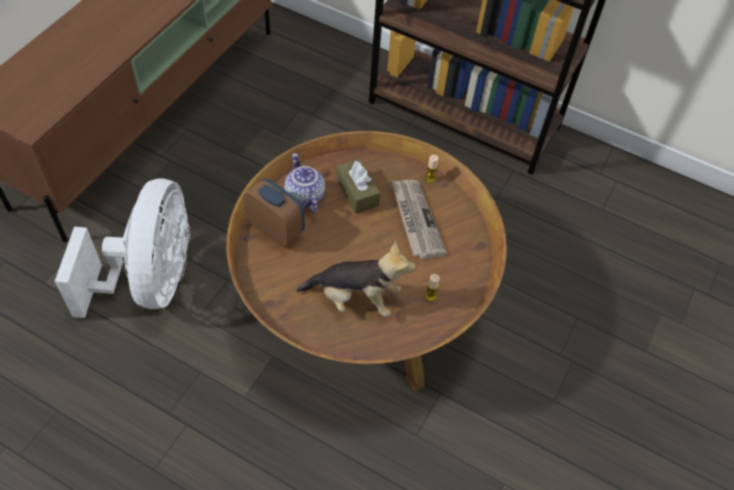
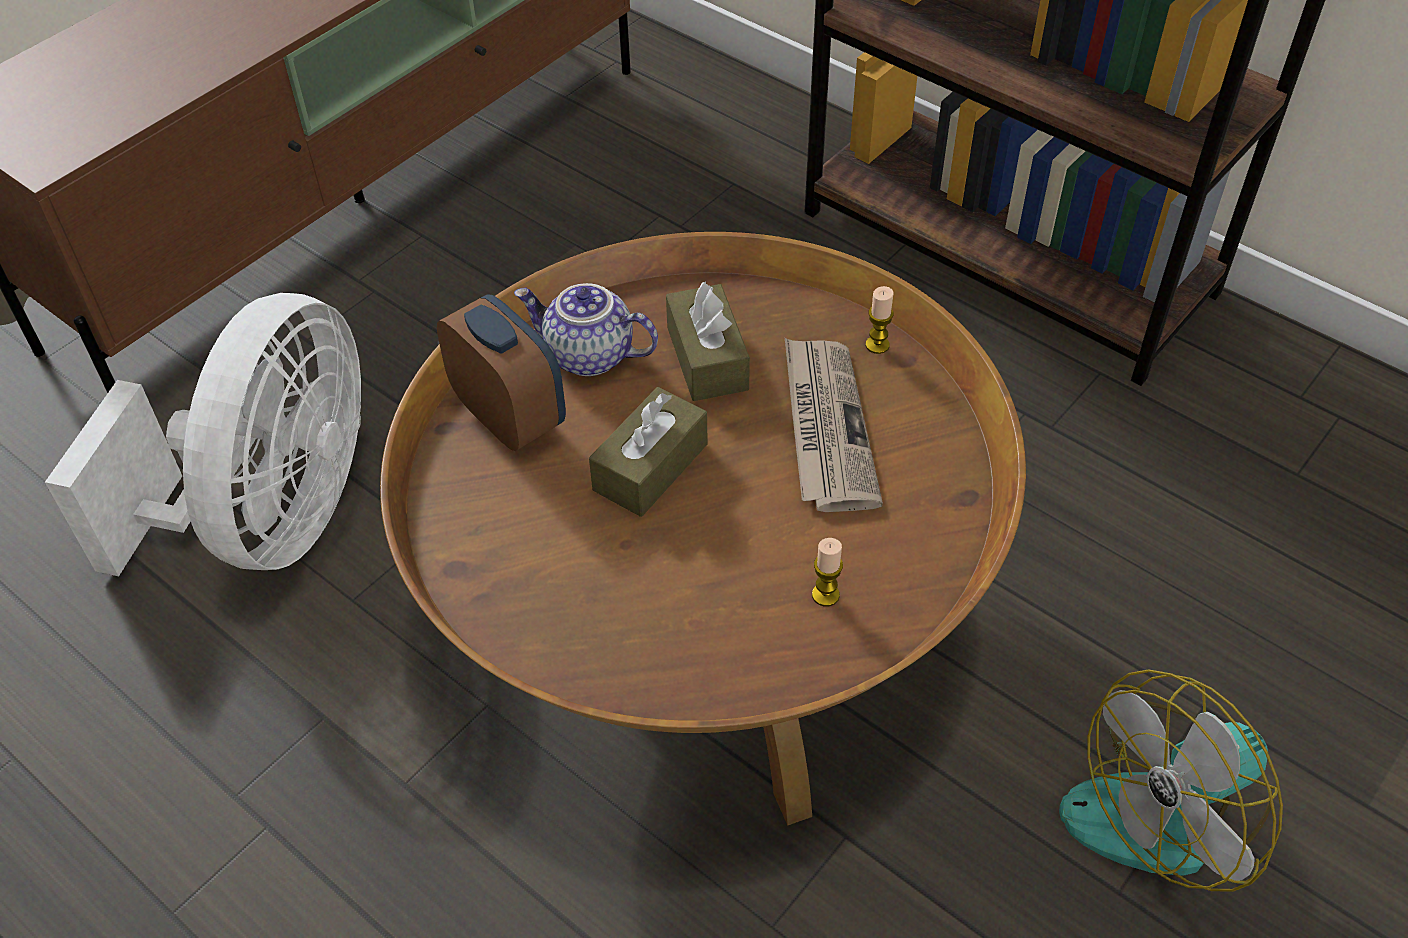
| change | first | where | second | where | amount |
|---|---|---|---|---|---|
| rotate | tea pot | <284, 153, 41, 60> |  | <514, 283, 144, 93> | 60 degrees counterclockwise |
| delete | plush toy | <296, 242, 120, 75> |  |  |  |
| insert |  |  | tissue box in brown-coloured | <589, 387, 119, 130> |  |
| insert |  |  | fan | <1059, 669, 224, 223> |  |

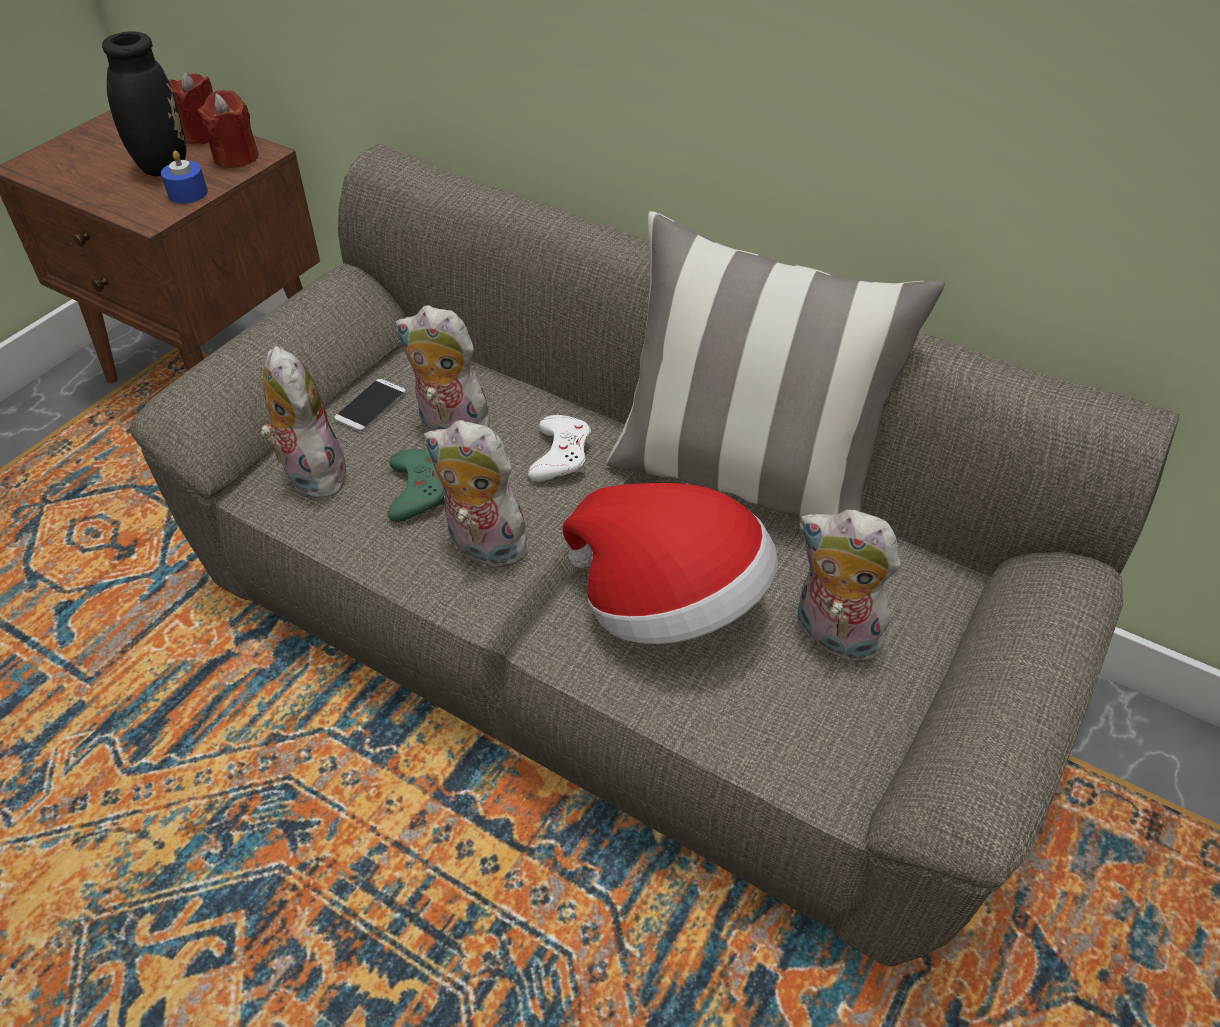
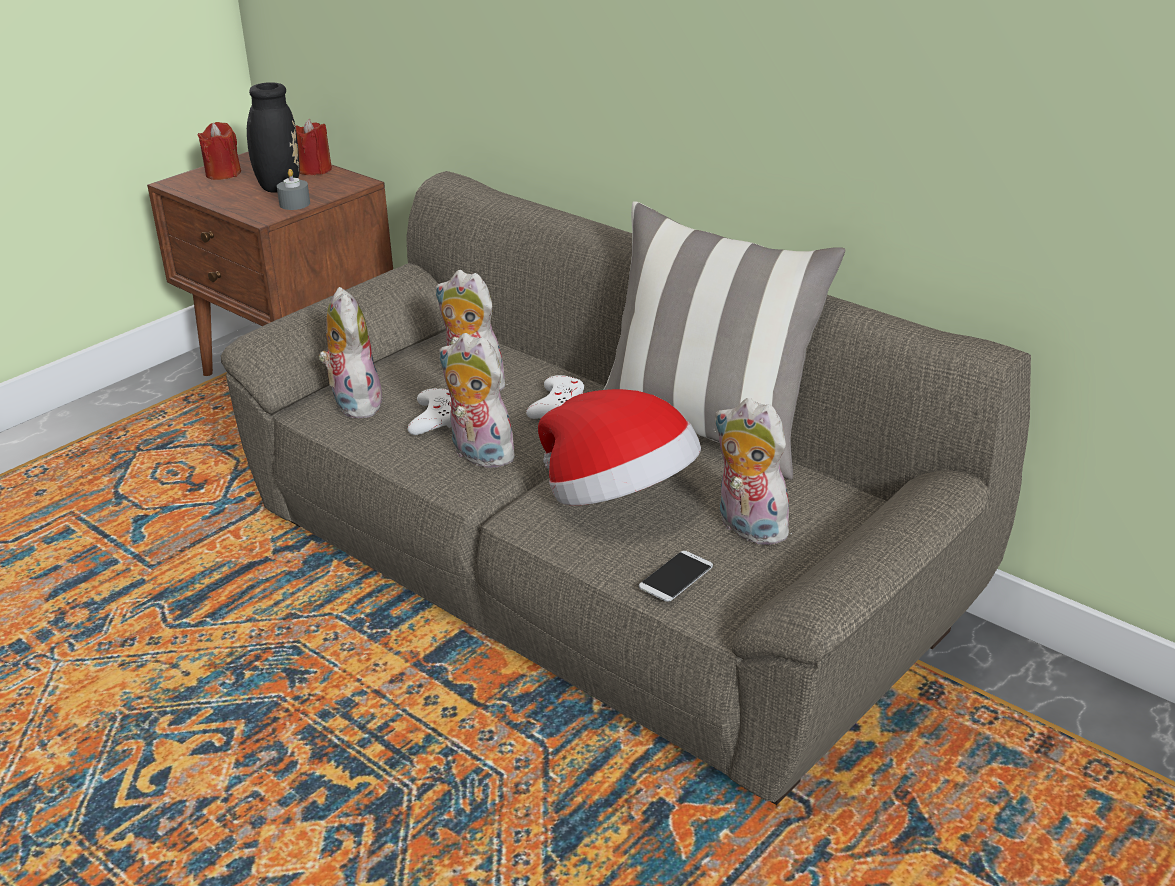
| change | first | where | second | where | amount |
|---|---|---|---|---|---|
| move | candle in reddish | <198, 90, 61, 78> |  | <197, 122, 44, 58> |  |
| recolor | candle in blue-coloured | <161, 151, 47, 52> | candle in greyish | <277, 169, 33, 41> |  |
| move | phone | <334, 379, 72, 52> |  | <639, 551, 74, 51> |  |
| recolor | joypad in greenish | <387, 449, 58, 73> | joypad in white | <408, 388, 44, 47> |  |

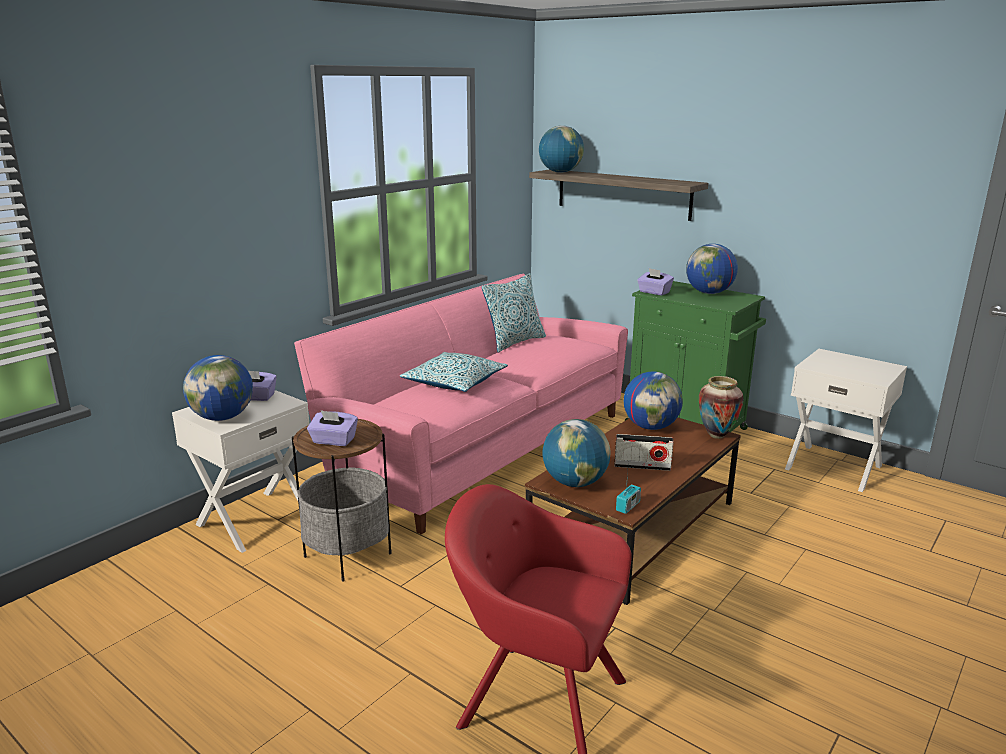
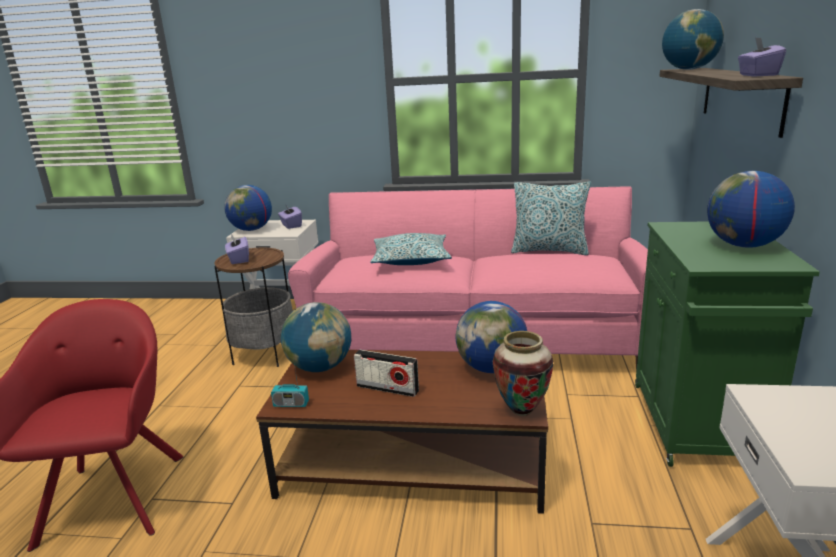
| change | first | where | second | where | amount |
|---|---|---|---|---|---|
| move | tissue box in purple | <637, 268, 37, 27> |  | <738, 38, 48, 39> |  |
| rotate | radio | <614, 434, 60, 37> |  | <354, 350, 65, 47> | 45 degrees counterclockwise |

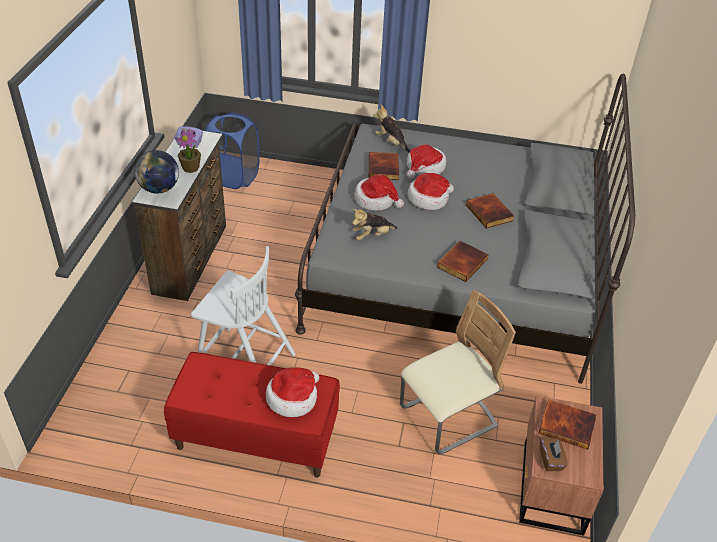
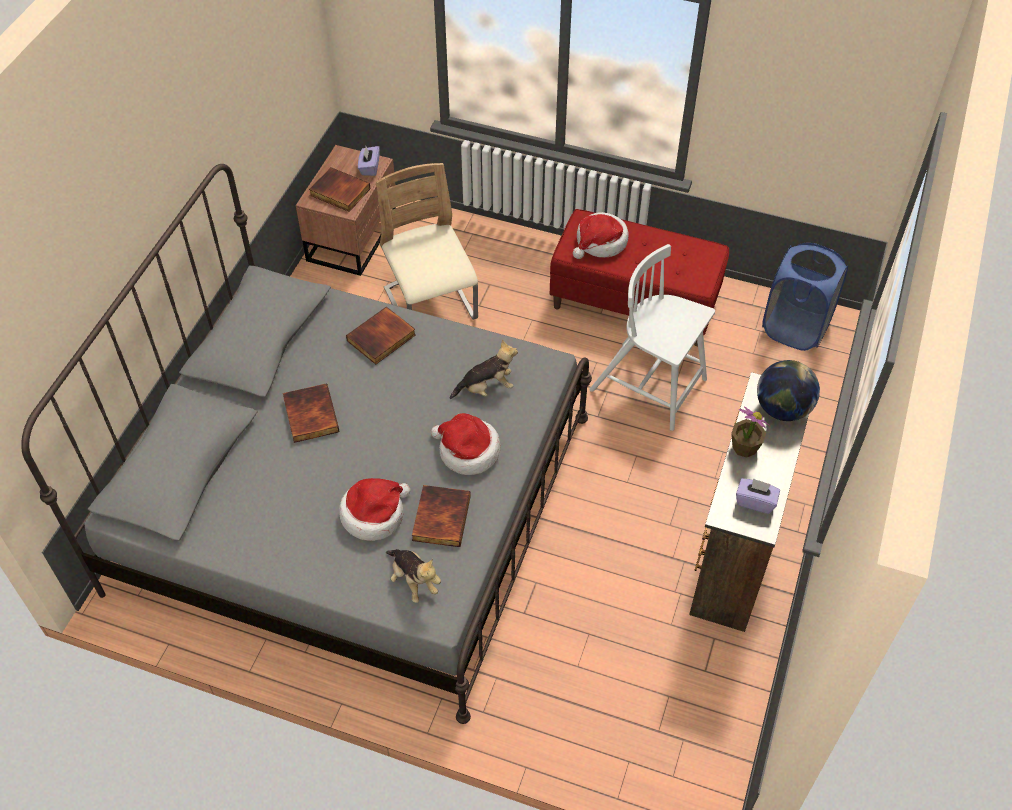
| change | first | where | second | where | amount |
|---|---|---|---|---|---|
| move | laundry basket in blue-coloured | <205, 113, 54, 76> |  | <762, 243, 86, 108> |  |
| delete | wearable hat | <408, 173, 46, 37> |  |  |  |
| rotate | plain chair in beige-coloured | <400, 290, 116, 165> |  | <376, 163, 102, 157> | 90 degrees clockwise |
| recolor | tissue box in brown-coloured | <540, 437, 28, 34> | tissue box in purple | <358, 146, 22, 30> |  |

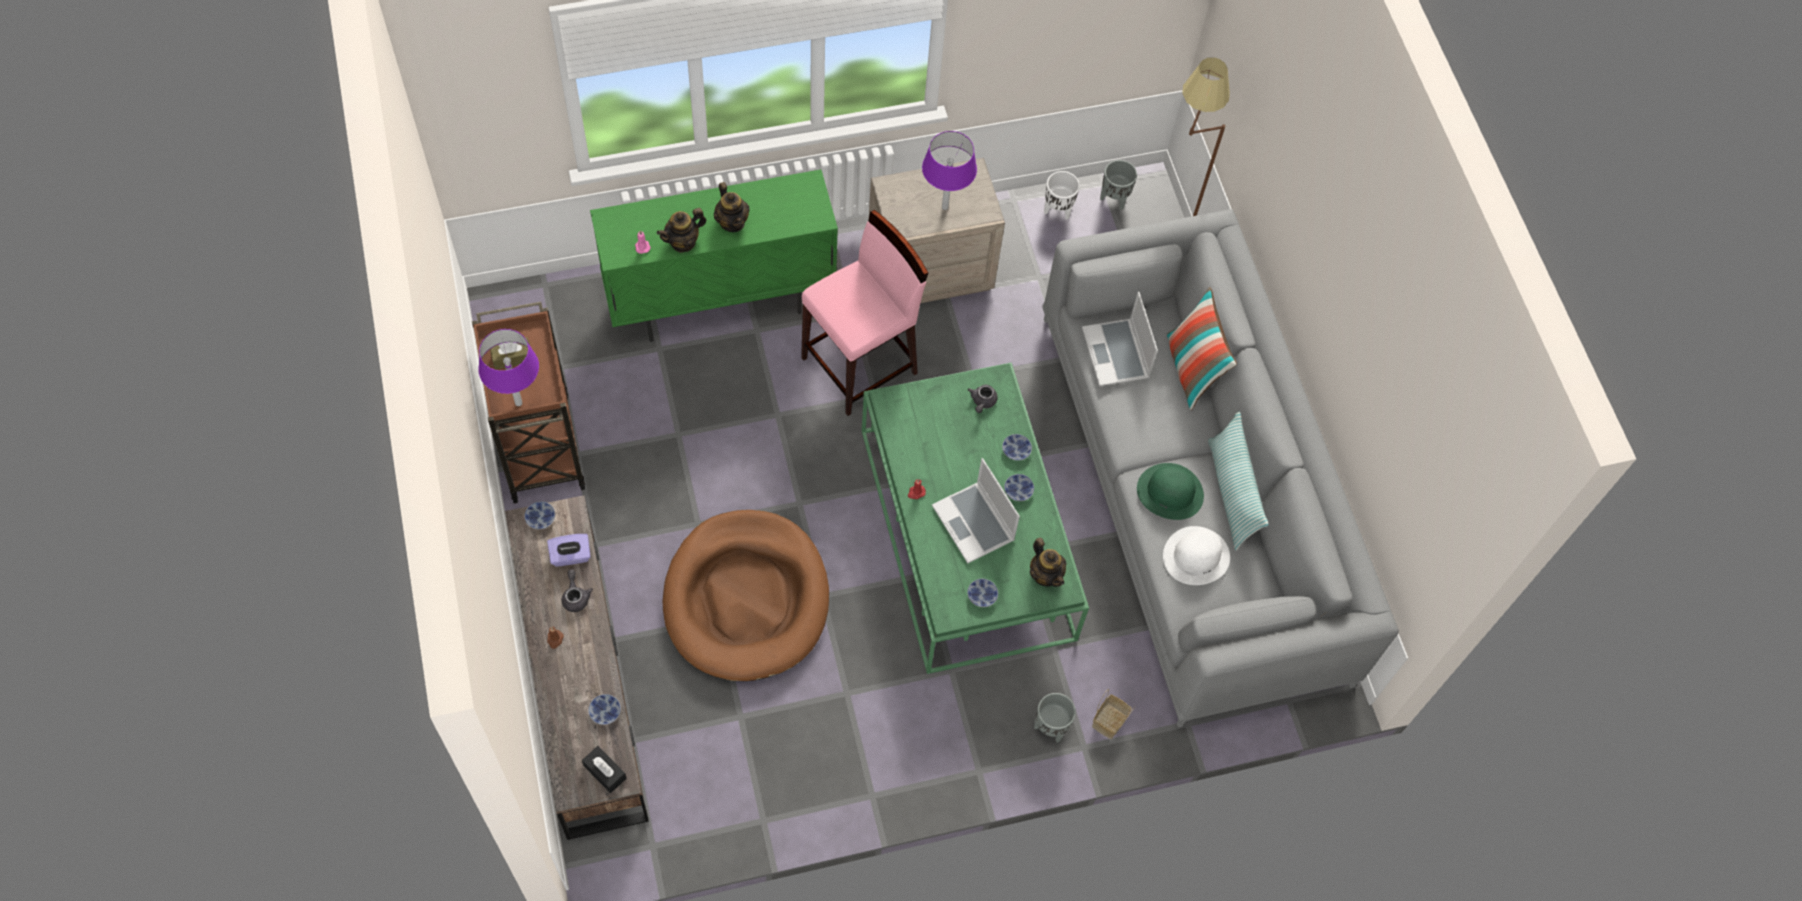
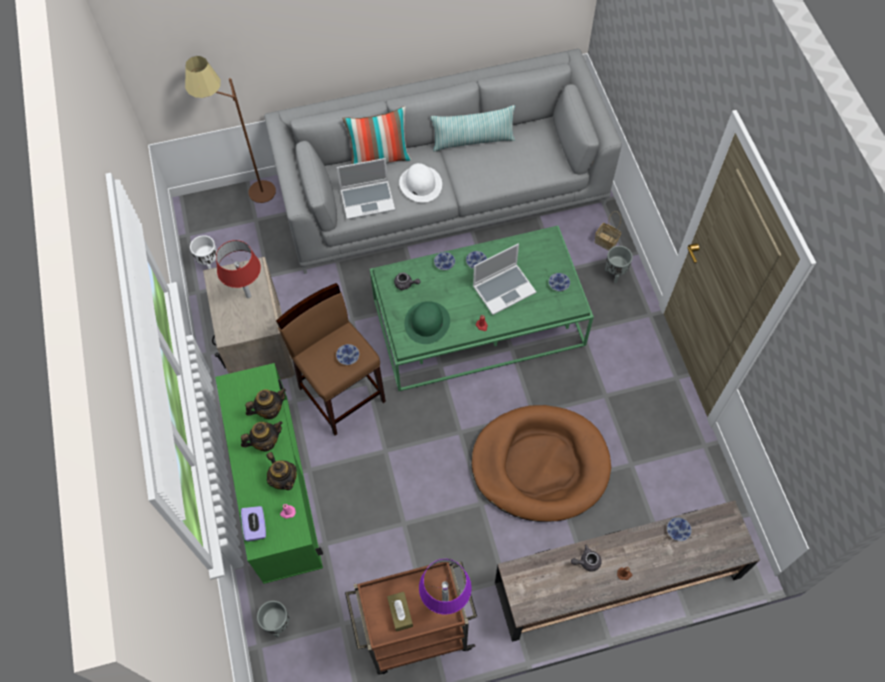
| change | first | where | second | where | amount |
|---|---|---|---|---|---|
| recolor | table lamp in purple | <922, 131, 55, 79> | table lamp in reddish | <216, 240, 45, 58> |  |
| move | planter in greyish | <1100, 160, 37, 50> |  | <257, 601, 33, 36> |  |
| recolor | stool in pink-coloured | <801, 210, 127, 206> | stool in brown-coloured | <276, 283, 110, 153> |  |
| move | wearable hat in greenish | <1137, 463, 67, 57> |  | <404, 301, 46, 43> |  |
| move | deep dish | <524, 501, 31, 28> |  | <336, 344, 23, 21> |  |
| move | wearable hat in white | <1163, 526, 67, 59> |  | <399, 163, 43, 39> |  |
| move | tissue box in purple | <547, 534, 44, 33> |  | <241, 506, 25, 36> |  |
| move | tea pot | <1030, 538, 36, 49> |  | <245, 388, 41, 31> |  |
| delete | tissue box in blackish | <582, 746, 45, 47> |  |  |  |

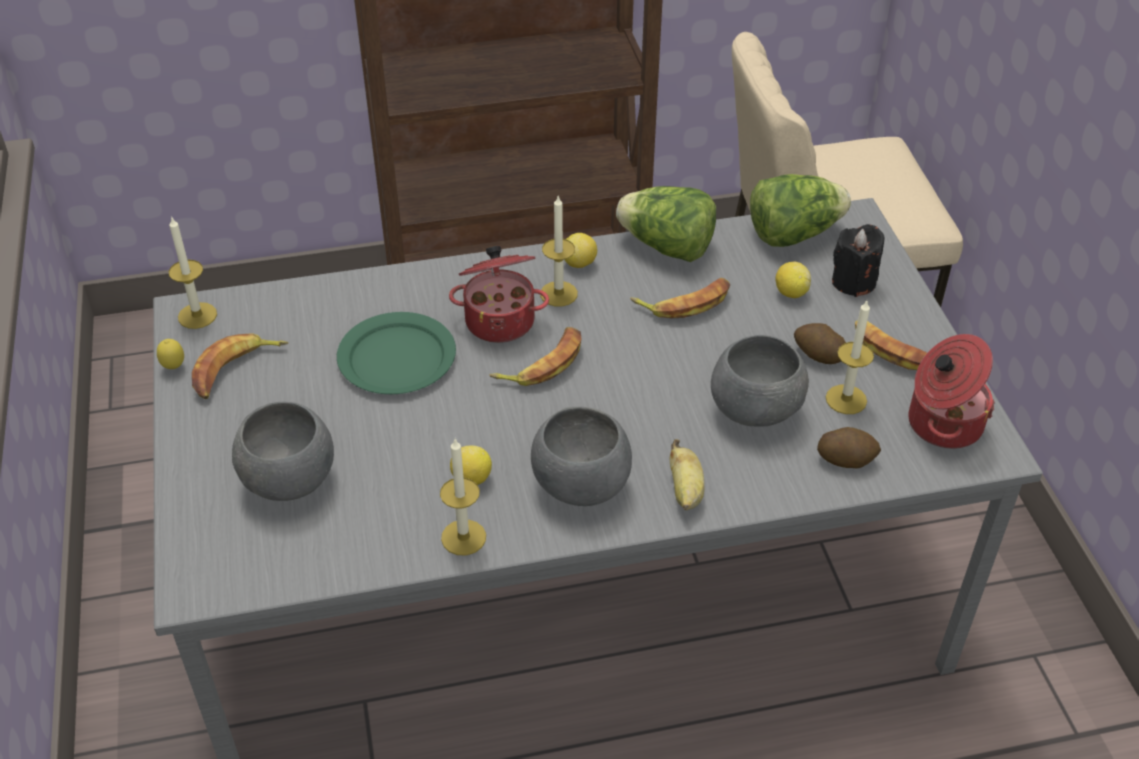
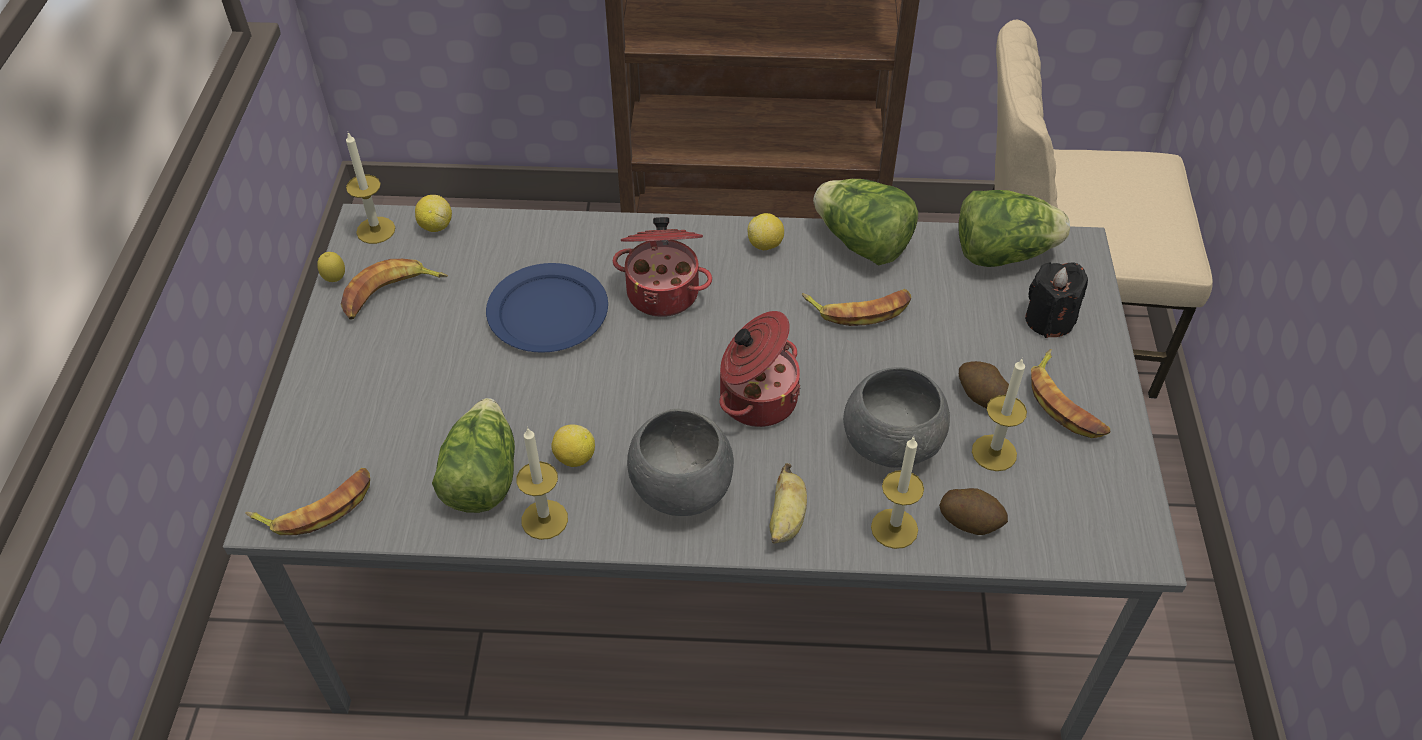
| change | first | where | second | where | amount |
|---|---|---|---|---|---|
| move | candle | <540, 196, 38, 111> |  | <871, 437, 53, 112> |  |
| move | citrus fruit | <775, 262, 36, 36> |  | <415, 195, 37, 37> |  |
| recolor | plate in greenish | <337, 312, 119, 82> | plate in blue-coloured | <486, 263, 122, 90> |  |
| move | banana fruit | <489, 327, 92, 59> |  | <245, 468, 125, 67> |  |
| move | saucepot | <909, 334, 86, 115> |  | <720, 311, 81, 116> |  |
| delete | deep dish in greyish | <232, 402, 102, 99> |  |  |  |
| insert |  |  | lettuce | <432, 398, 83, 115> |  |

